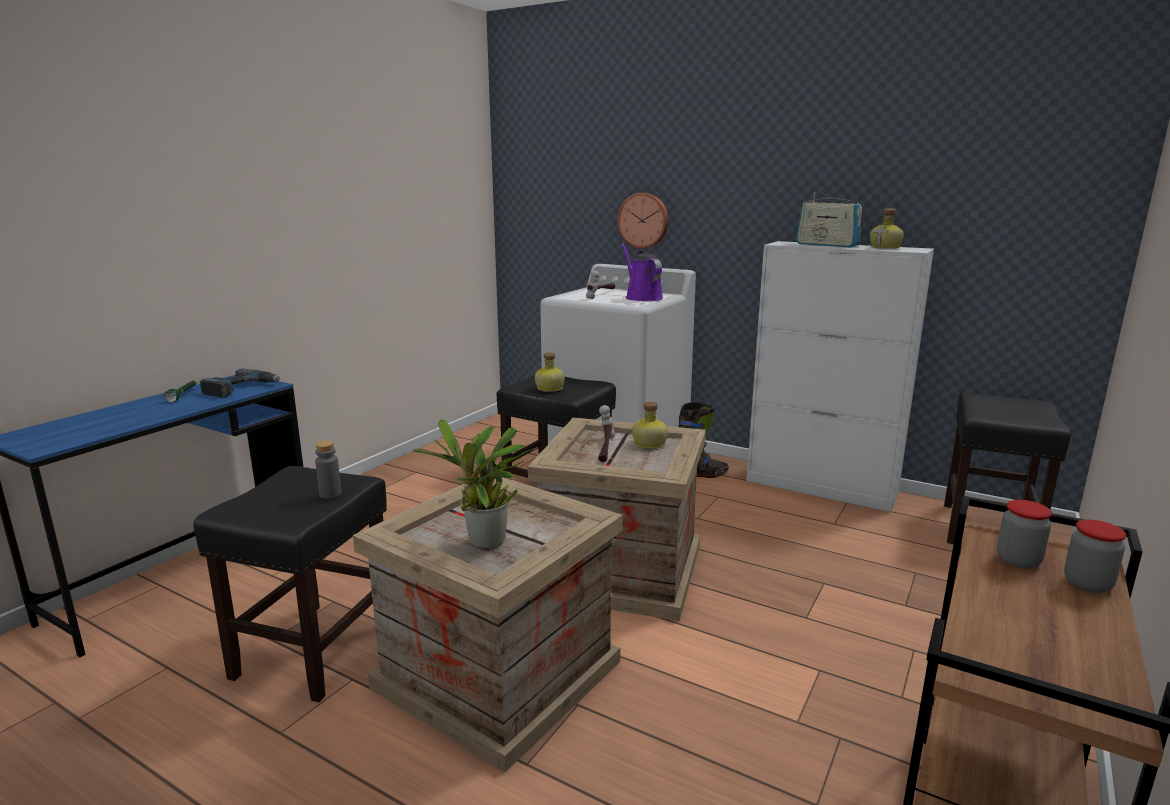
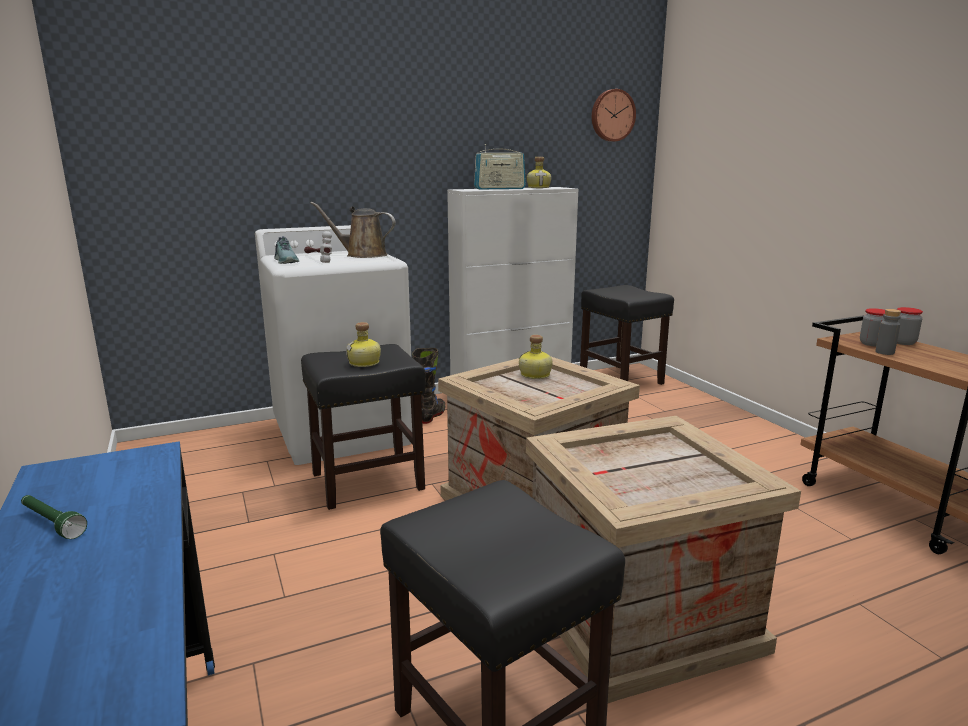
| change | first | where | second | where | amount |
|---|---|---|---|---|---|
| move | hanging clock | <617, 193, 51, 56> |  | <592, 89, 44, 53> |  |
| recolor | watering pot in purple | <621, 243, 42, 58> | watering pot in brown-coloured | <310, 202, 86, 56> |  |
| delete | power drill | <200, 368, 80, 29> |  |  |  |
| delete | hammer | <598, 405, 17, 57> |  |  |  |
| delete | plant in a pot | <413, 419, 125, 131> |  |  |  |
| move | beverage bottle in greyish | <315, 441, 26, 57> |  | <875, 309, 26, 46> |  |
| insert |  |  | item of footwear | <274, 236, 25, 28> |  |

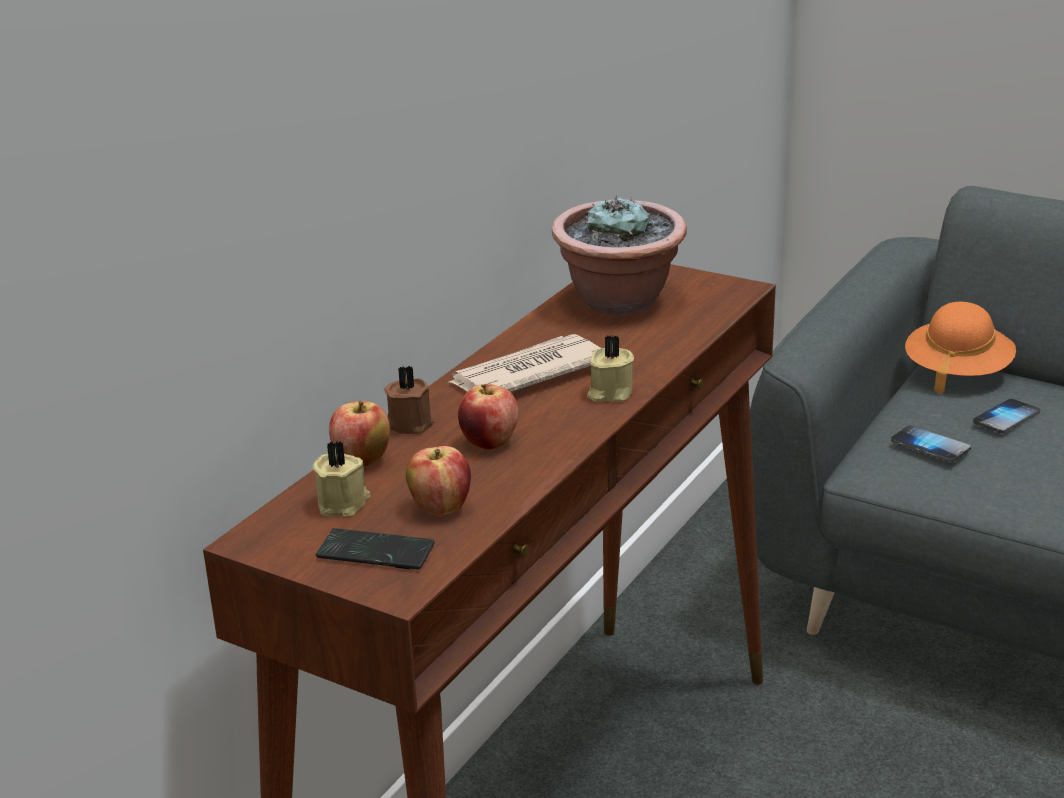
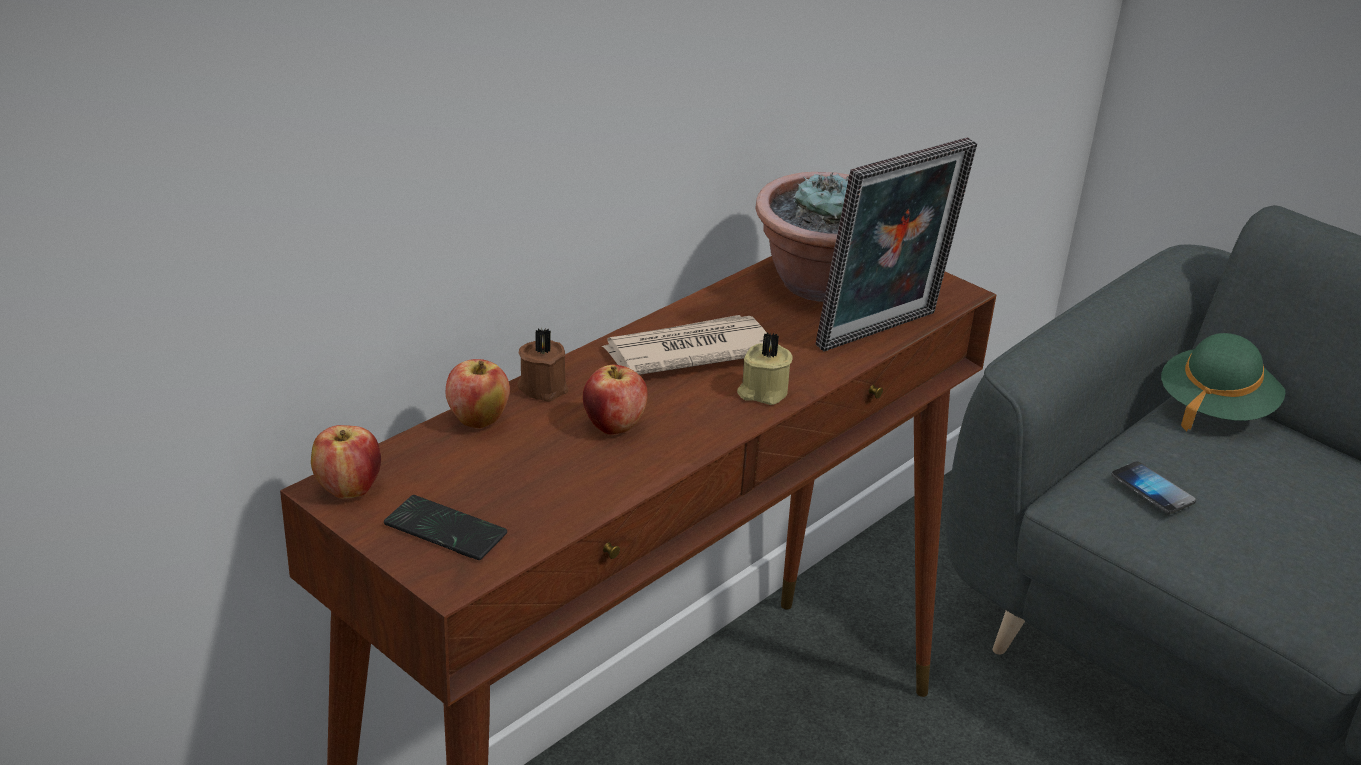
| change | first | where | second | where | amount |
|---|---|---|---|---|---|
| recolor | wearable hat in orange-coloured | <905, 302, 111, 93> | wearable hat in greenish | <1161, 333, 125, 98> |  |
| delete | phone | <973, 399, 67, 34> |  |  |  |
| delete | candle in beige-coloured | <313, 440, 58, 77> |  |  |  |
| move | apple | <406, 446, 65, 70> |  | <311, 425, 70, 74> |  |
| insert |  |  | picture frame | <816, 137, 161, 214> |  |

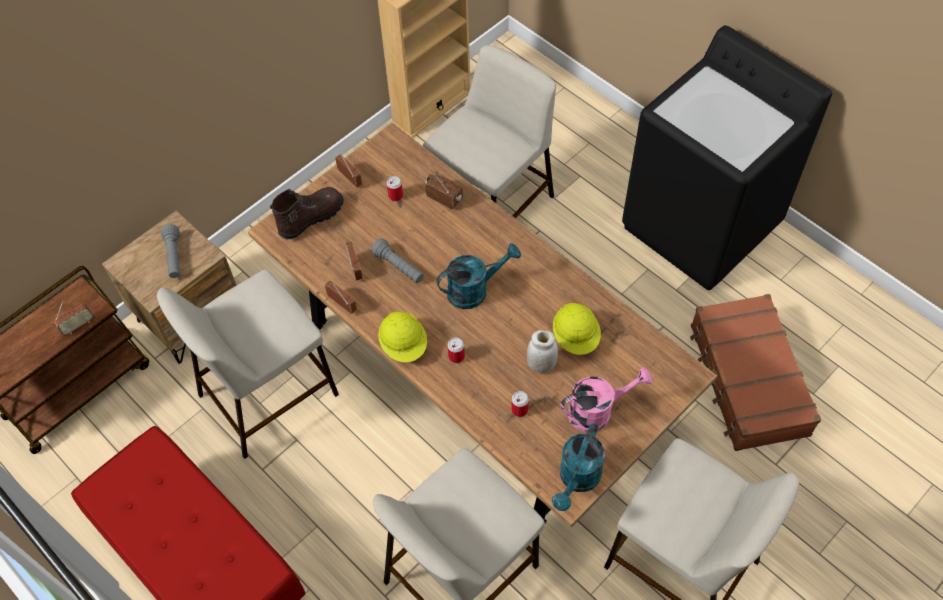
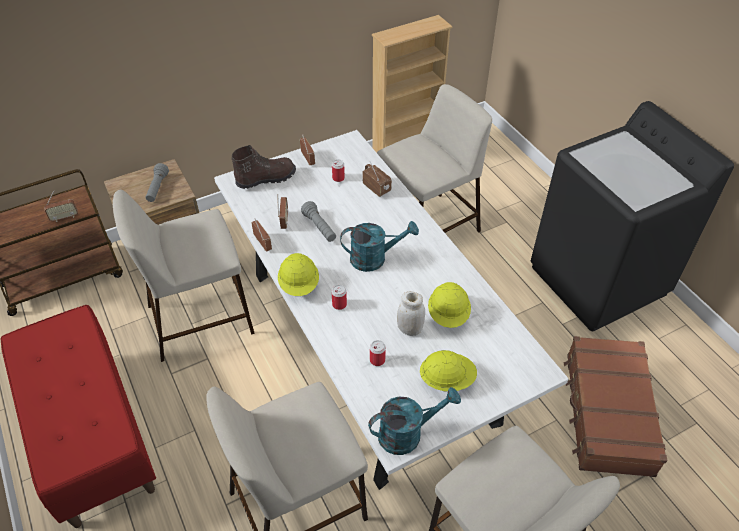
| change | first | where | second | where | amount |
|---|---|---|---|---|---|
| recolor | kitchen table in brown-coloured | <248, 123, 469, 404> | kitchen table in white | <214, 130, 355, 360> |  |
| replace | watering pot in pink-coloured | <560, 367, 93, 65> | work helmet in yellowish | <420, 350, 57, 42> |  |
| rotate | watering pot in turquoise-coloured | <552, 423, 53, 88> |  | <368, 387, 93, 68> | 150 degrees counterclockwise |

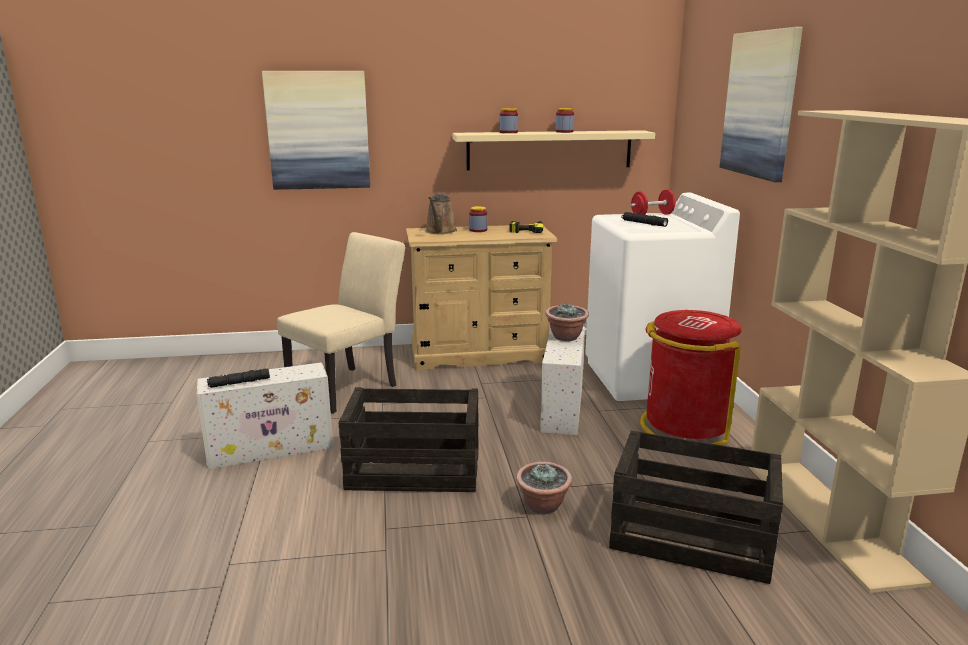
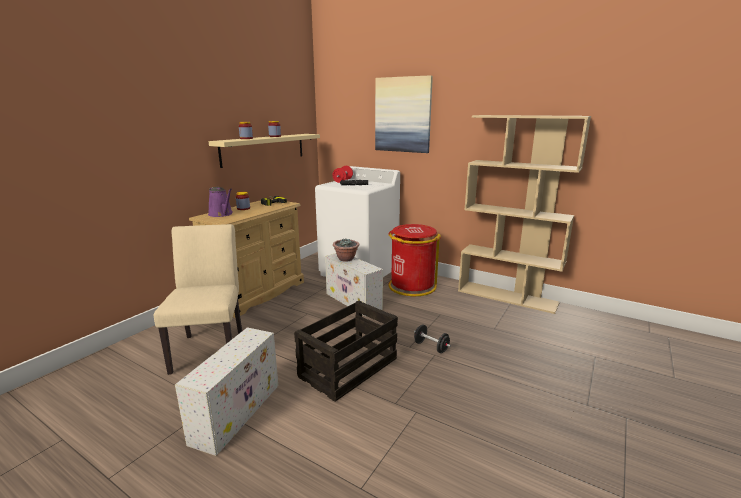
| change | first | where | second | where | amount |
|---|---|---|---|---|---|
| delete | wall picture | <262, 71, 108, 119> |  |  |  |
| recolor | watering pot in brown-coloured | <425, 194, 32, 40> | watering pot in purple | <208, 187, 25, 30> |  |
| delete | hand torch in blackish | <207, 368, 63, 20> |  |  |  |
| delete | packing crate | <609, 430, 174, 154> |  |  |  |
| replace | plant in a pot | <516, 462, 56, 52> | hand weight in blackish | <414, 324, 37, 29> |  |

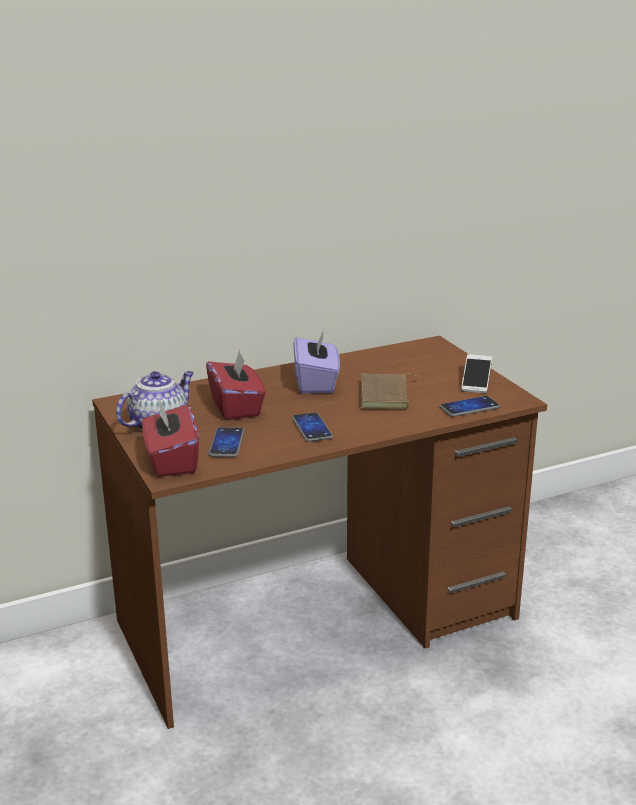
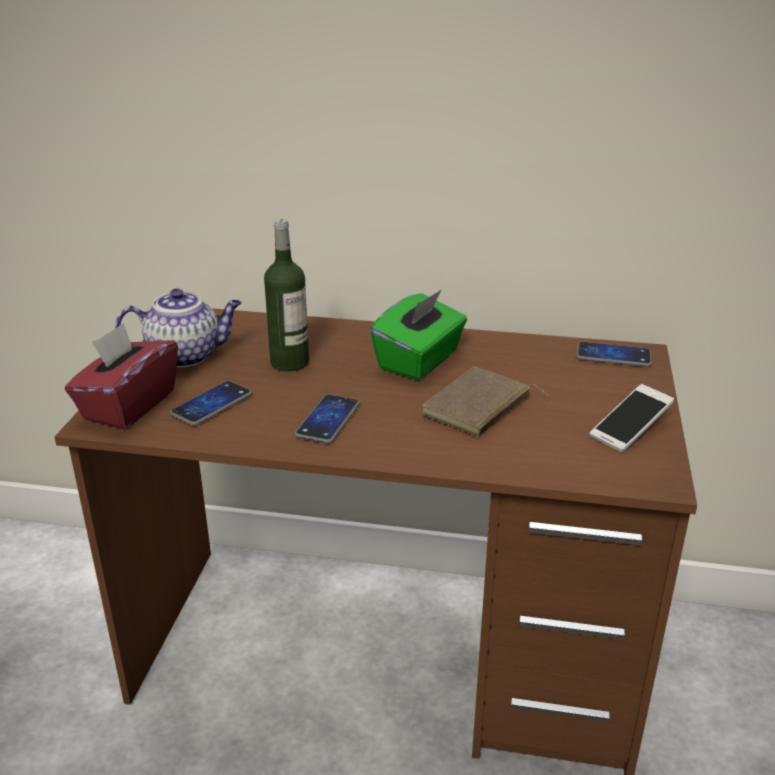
| change | first | where | second | where | amount |
|---|---|---|---|---|---|
| recolor | tissue box in purple | <293, 329, 47, 65> | tissue box in greenish | <370, 290, 97, 90> |  |
| replace | tissue box in reddish | <206, 349, 60, 71> | beverage bottle | <264, 219, 45, 152> |  |
| move | phone | <440, 396, 60, 21> |  | <576, 342, 76, 25> |  |

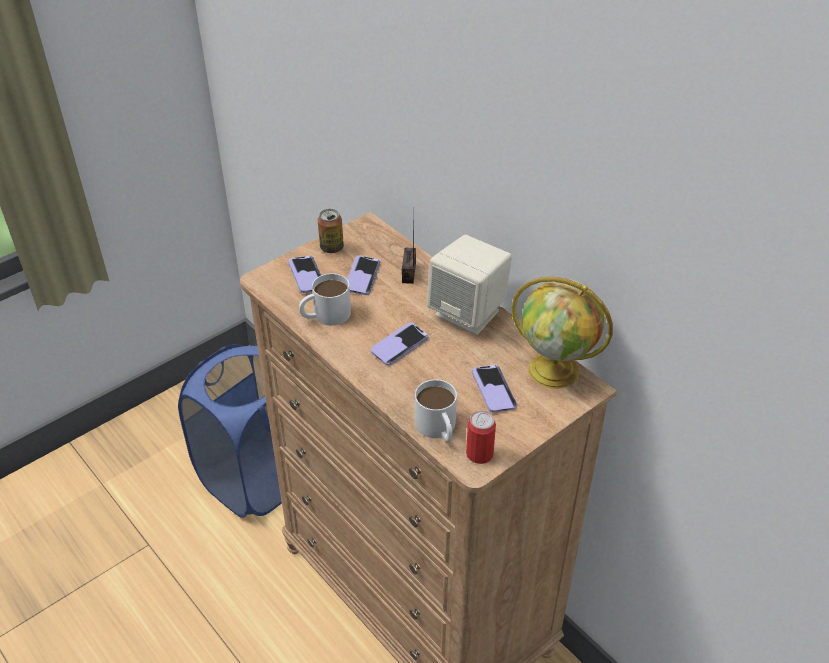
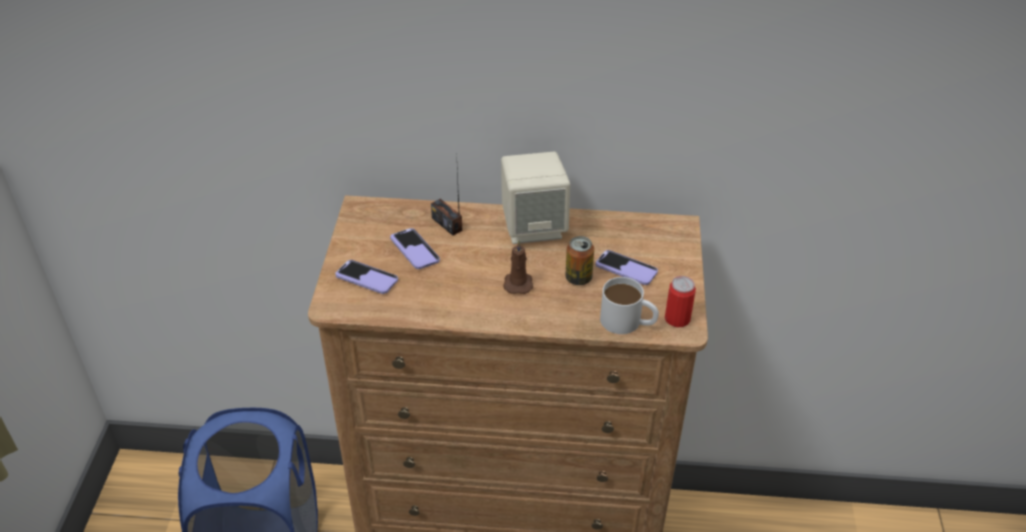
| change | first | where | second | where | amount |
|---|---|---|---|---|---|
| move | metal can | <318, 209, 26, 44> |  | <565, 236, 29, 49> |  |
| delete | mug in white | <299, 273, 52, 52> |  |  |  |
| delete | world globe | <512, 277, 101, 112> |  |  |  |
| replace | phone | <371, 322, 57, 44> | candle in brown-coloured | <503, 240, 30, 54> |  |

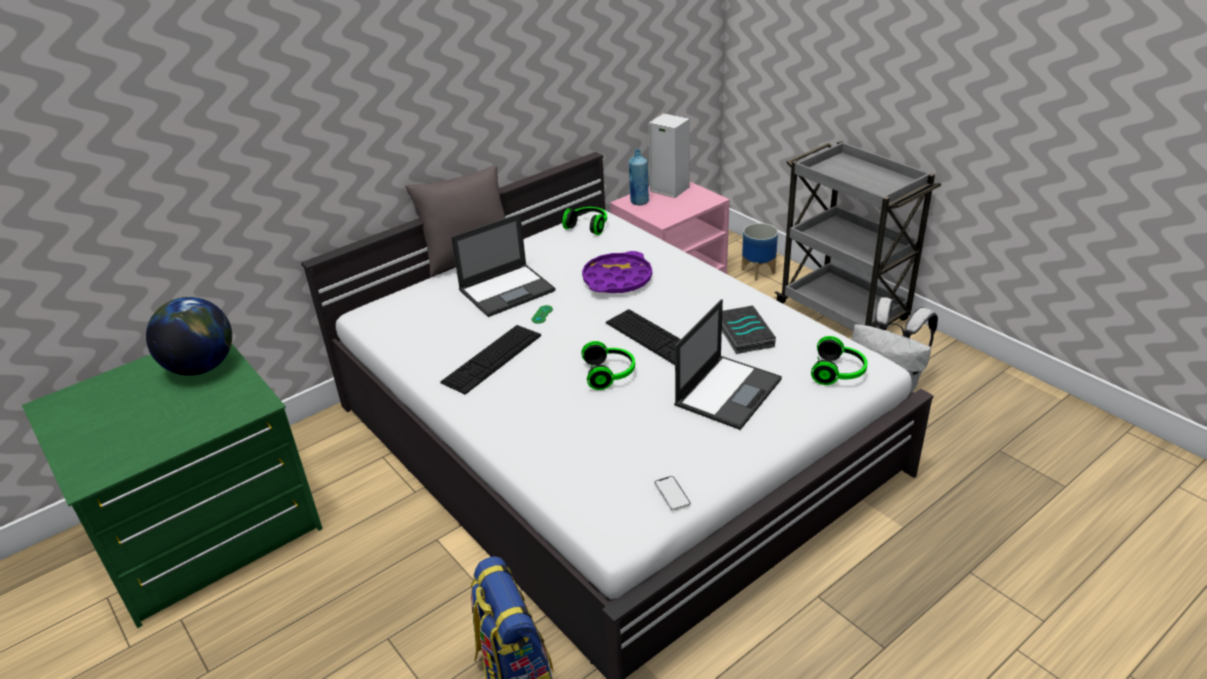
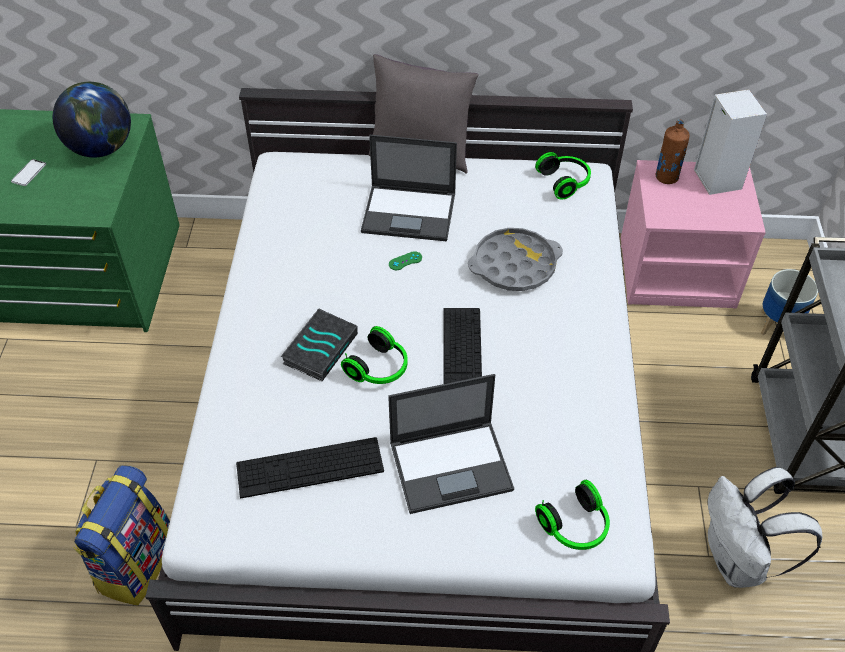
| change | first | where | second | where | amount |
|---|---|---|---|---|---|
| recolor | beverage bottle in blue-coloured | <629, 149, 20, 56> | beverage bottle in brown-coloured | <656, 119, 34, 65> |  |
| recolor | serving tray in purple | <582, 251, 70, 42> | serving tray in greyish | <468, 228, 95, 63> |  |
| move | book | <722, 306, 54, 48> |  | <281, 309, 77, 72> |  |
| move | computer keyboard | <440, 325, 101, 69> |  | <236, 437, 148, 61> |  |
| move | phone | <654, 476, 37, 35> |  | <11, 159, 35, 27> |  |

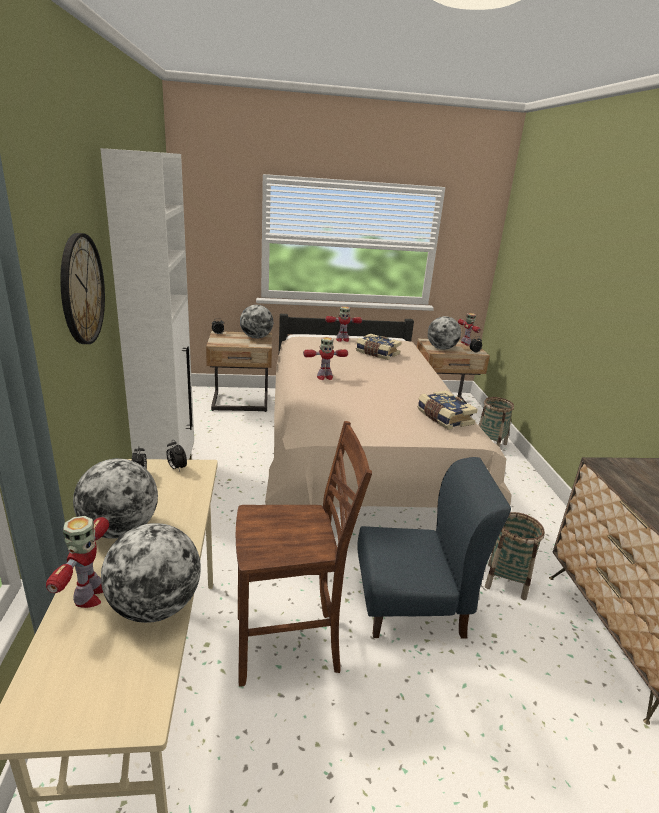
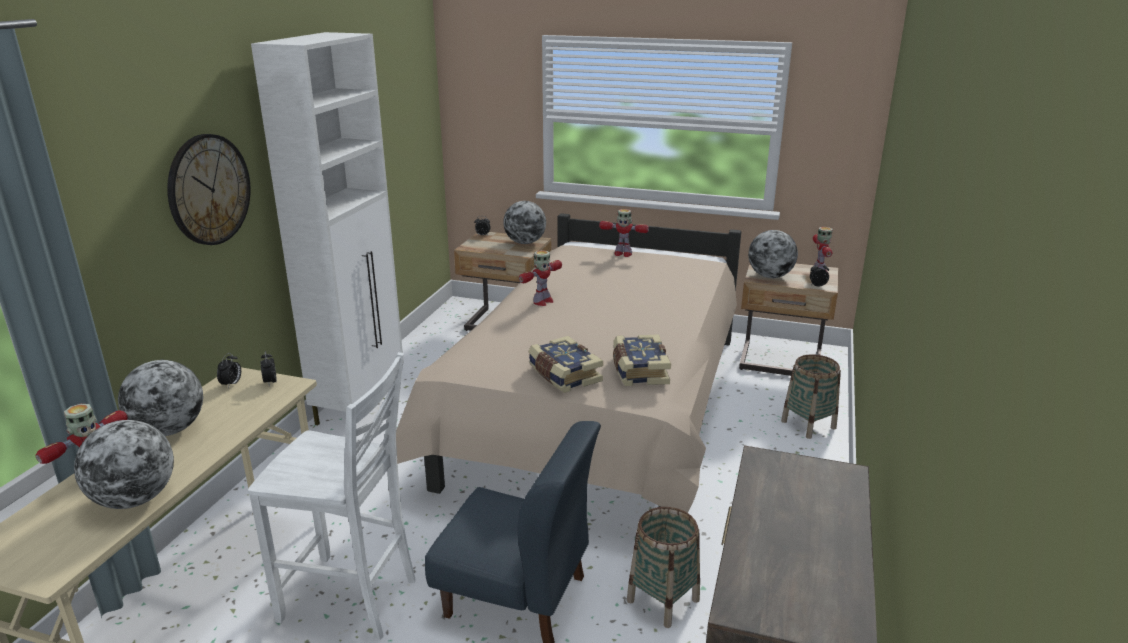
| change | first | where | second | where | amount |
|---|---|---|---|---|---|
| move | book | <356, 334, 46, 26> |  | <528, 336, 75, 57> |  |
| rotate | robot figure | <303, 337, 45, 43> |  | <519, 250, 43, 56> | 60 degrees counterclockwise |
| recolor | plain chair in brown-coloured | <236, 421, 136, 265> | plain chair in white | <248, 352, 167, 288> |  |

